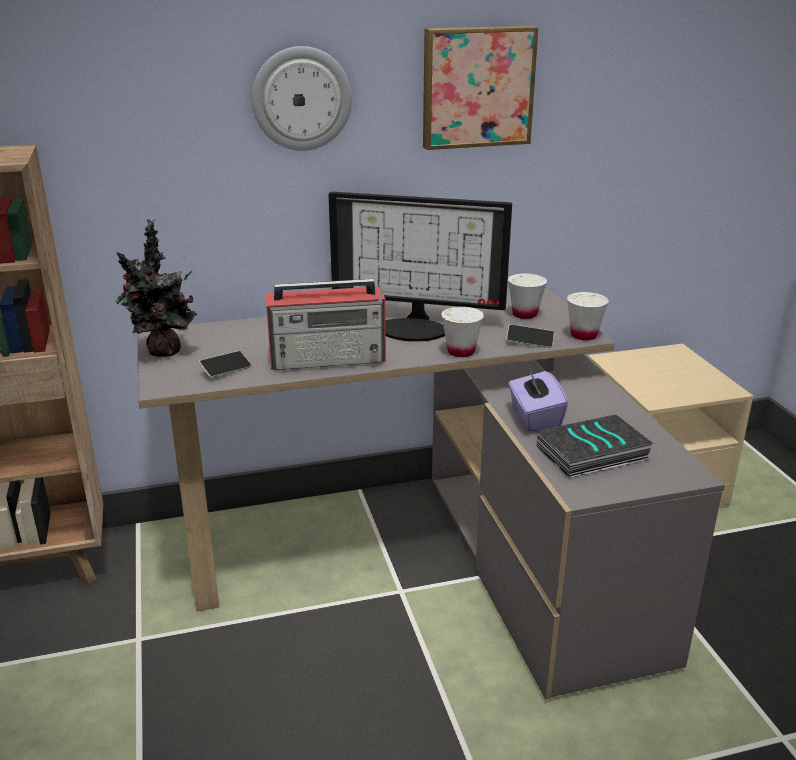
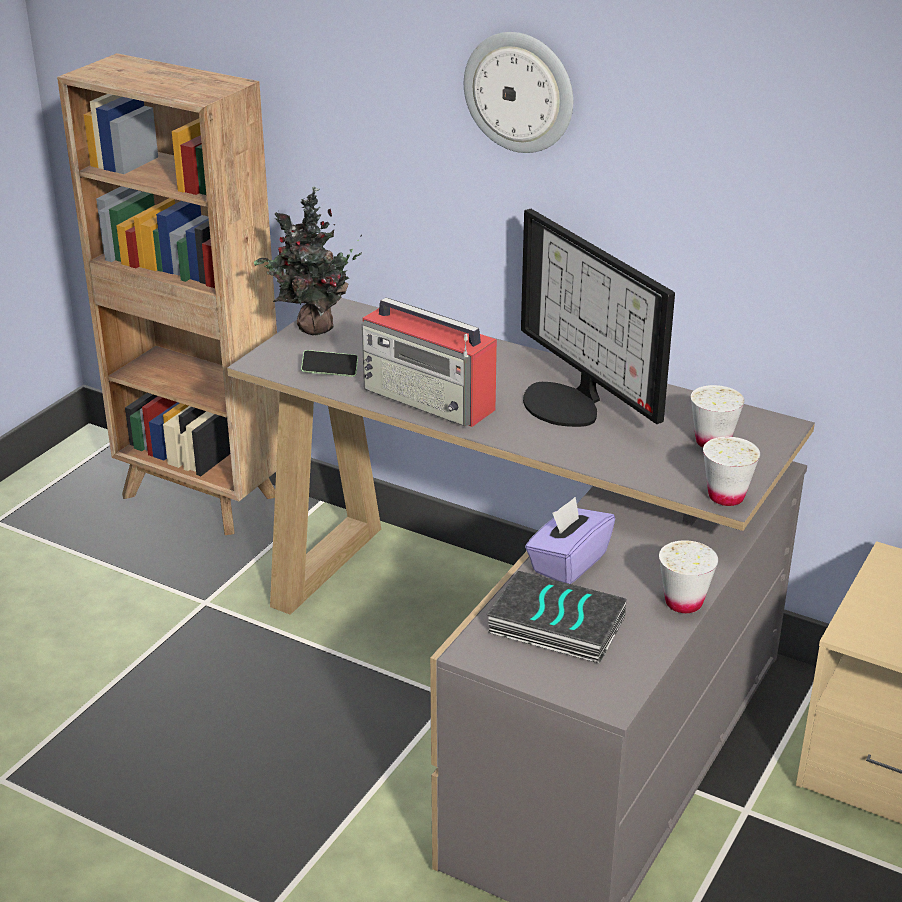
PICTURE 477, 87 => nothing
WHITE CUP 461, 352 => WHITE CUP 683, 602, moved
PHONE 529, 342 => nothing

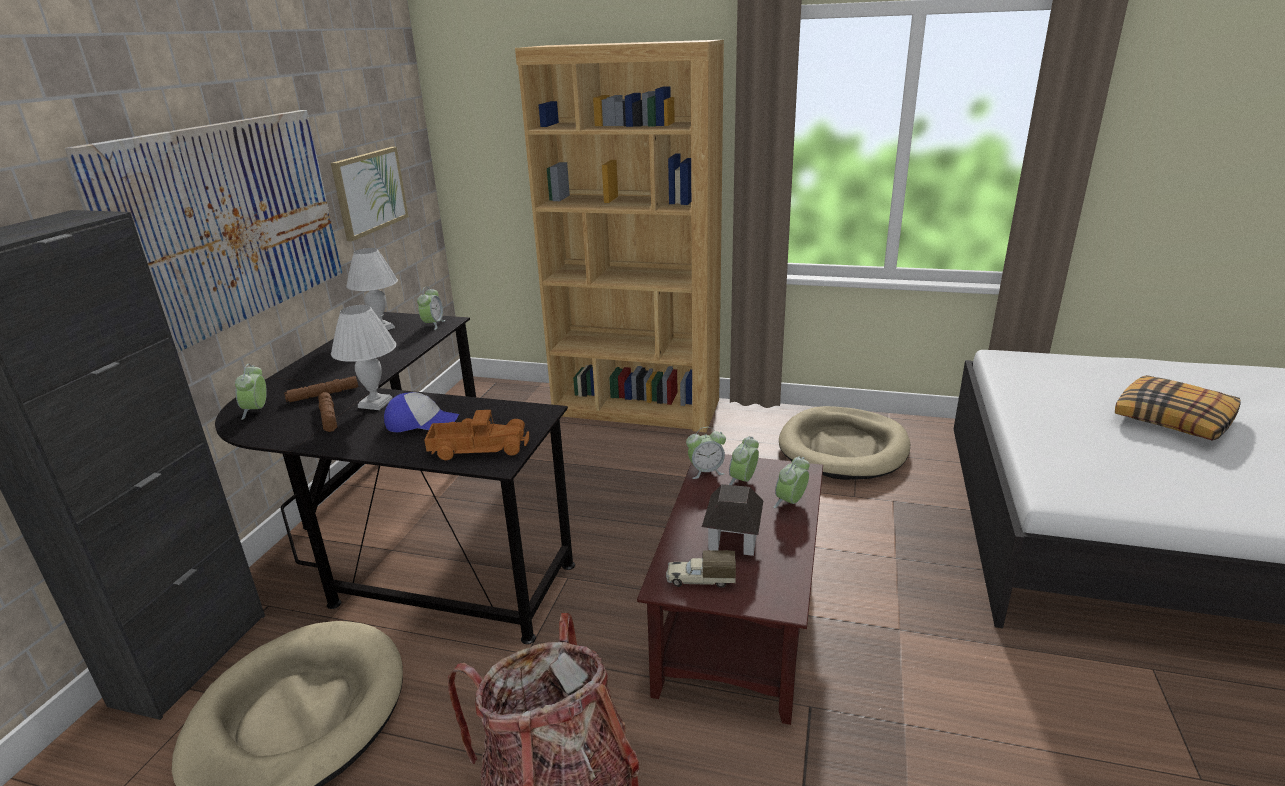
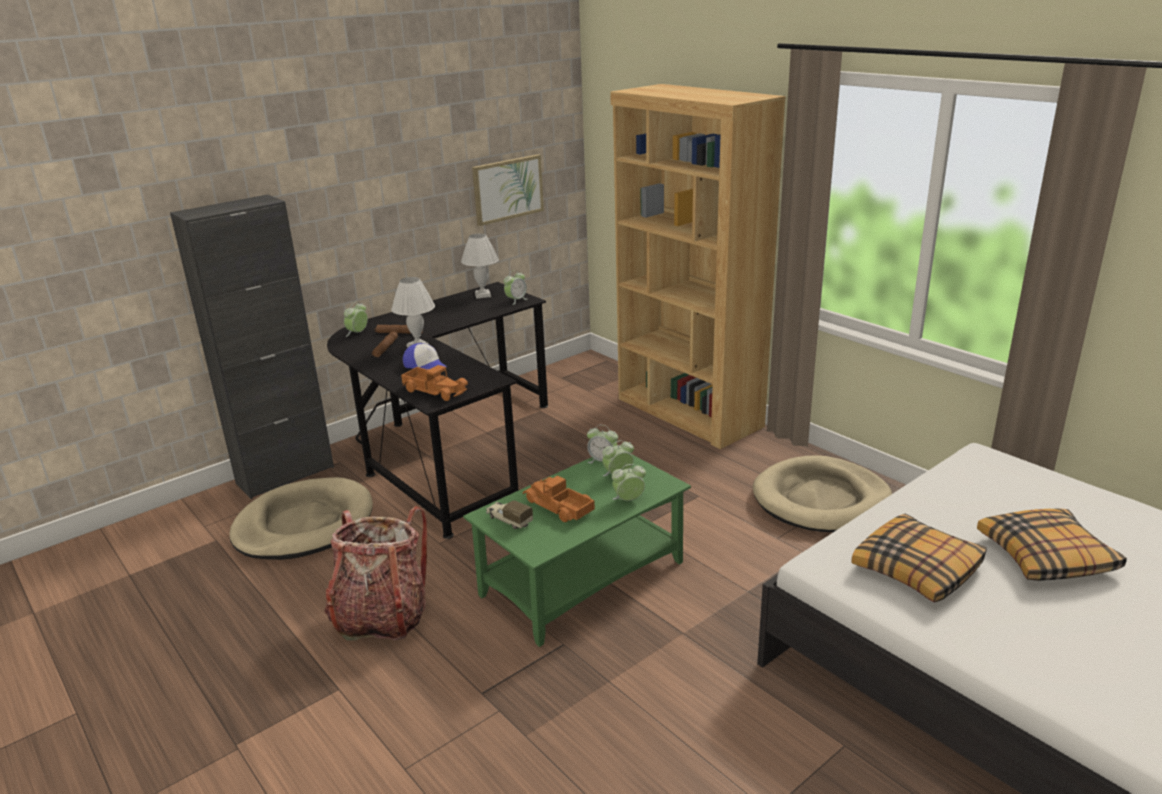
PICTURE 229, 223 => nothing
BROWN COFFEE TABLE 739, 620 => GREEN COFFEE TABLE 581, 580
TOY HOUSE 732, 540 => TOY TRUCK 558, 507
nothing => PILLOW 917, 569

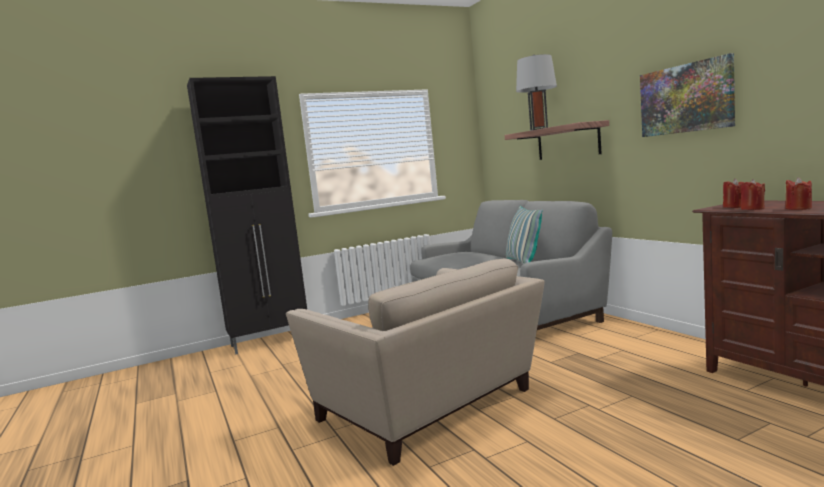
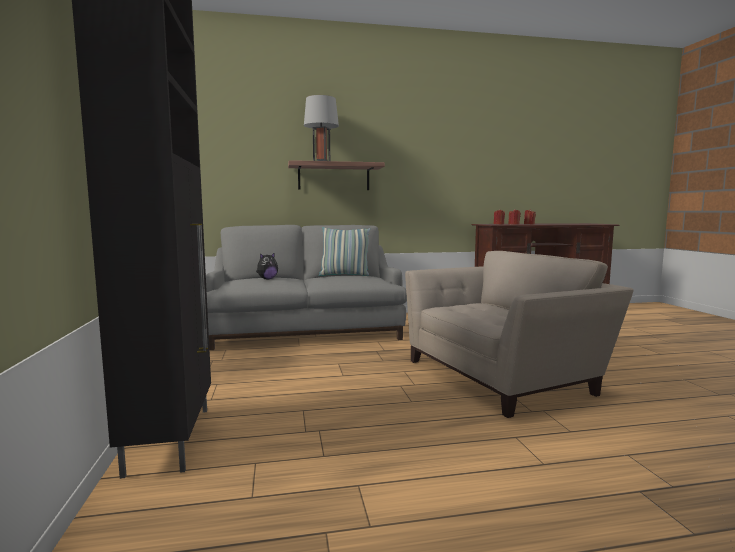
PICTURE 686, 98 => nothing
nothing => PLUSH TOY 267, 279

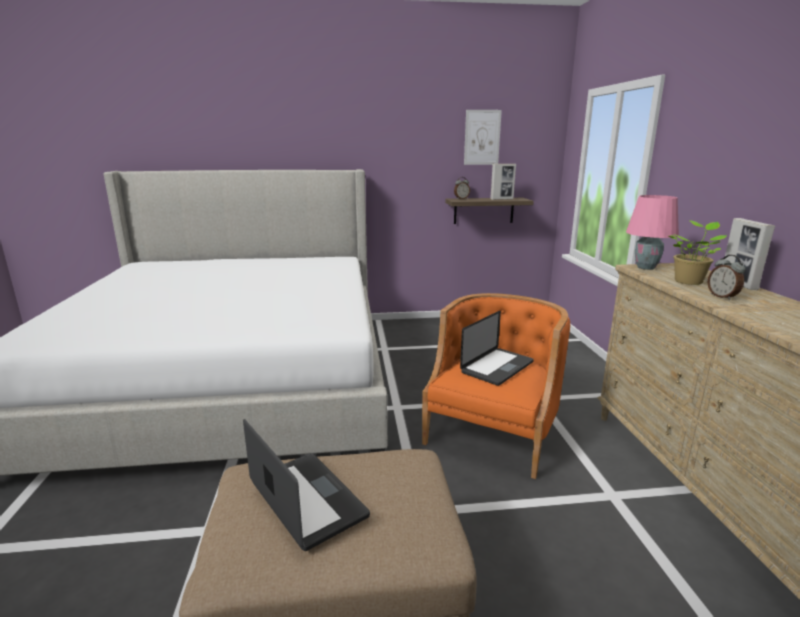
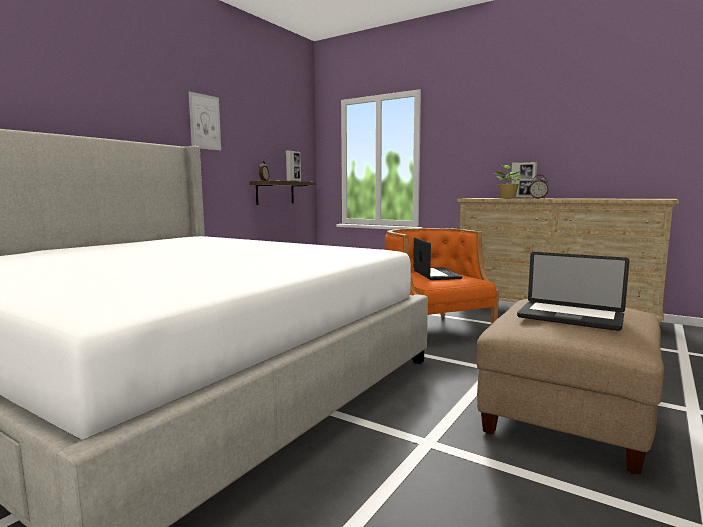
LAPTOP 307, 500 => LAPTOP 570, 317, 150 degrees counterclockwise
PICTURE 482, 137 => PICTURE 205, 122, moved
PINK TABLE LAMP 646, 267 => nothing

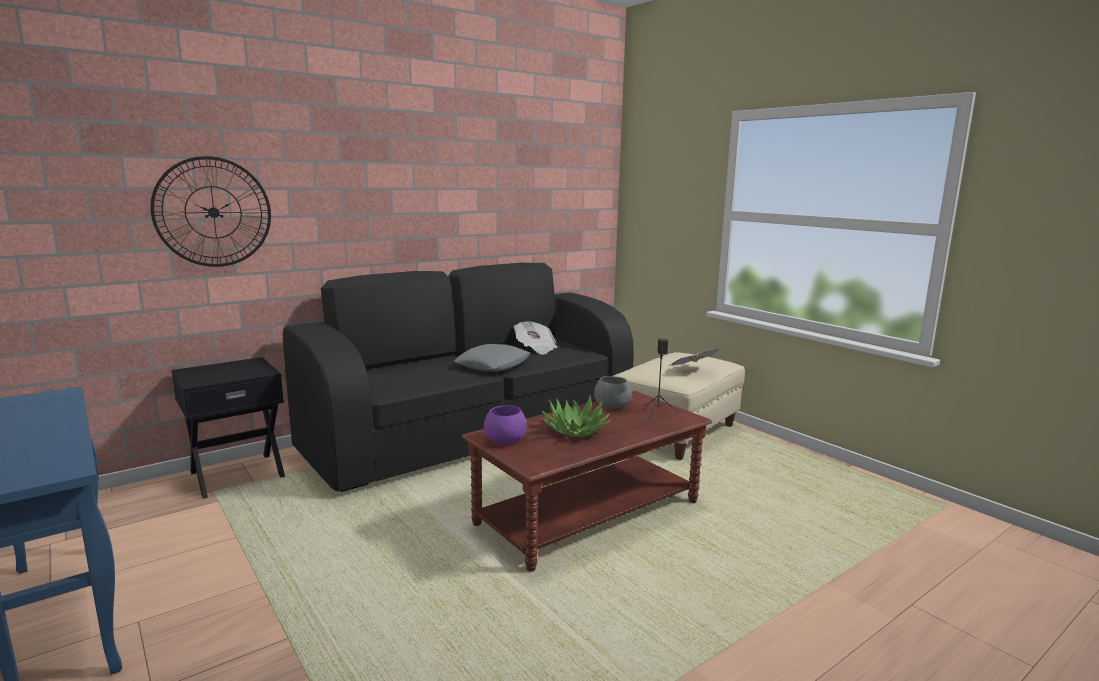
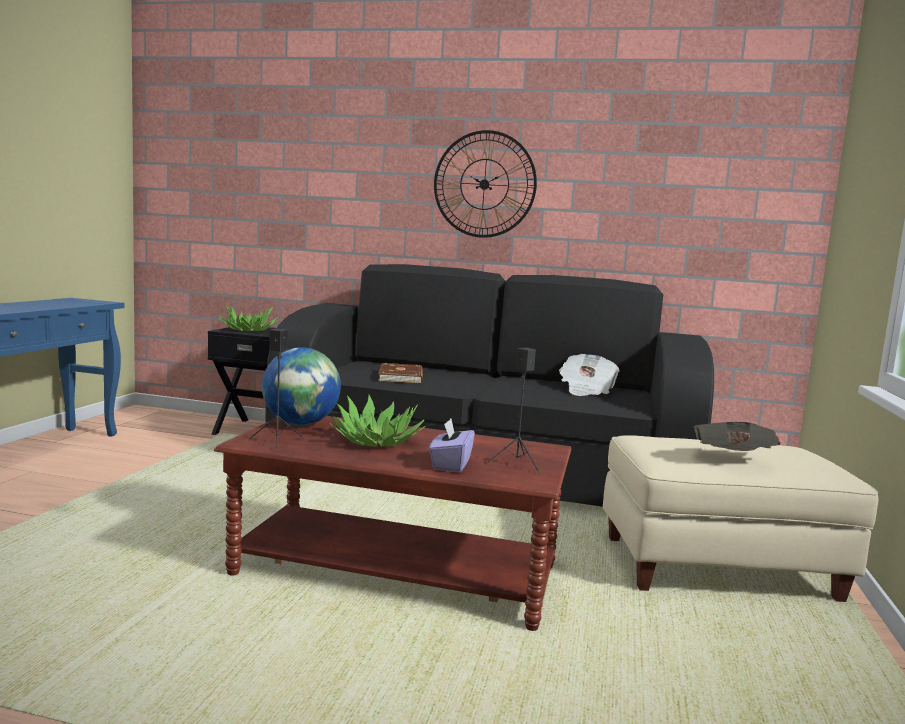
WALL CLOCK 213, 212 => WALL CLOCK 484, 184, moved
GREY PILLOW 493, 365 => nothing
PURPLE BOWL 506, 439 => GLOBE 300, 424
GREY BOWL 611, 405 => nothing
nothing => POTTED PLANT 248, 330
nothing => BLACK SPEAKER 277, 442
nothing => BROWN BOOK 402, 377
nothing => PURPLE TISSUE BOX 450, 465

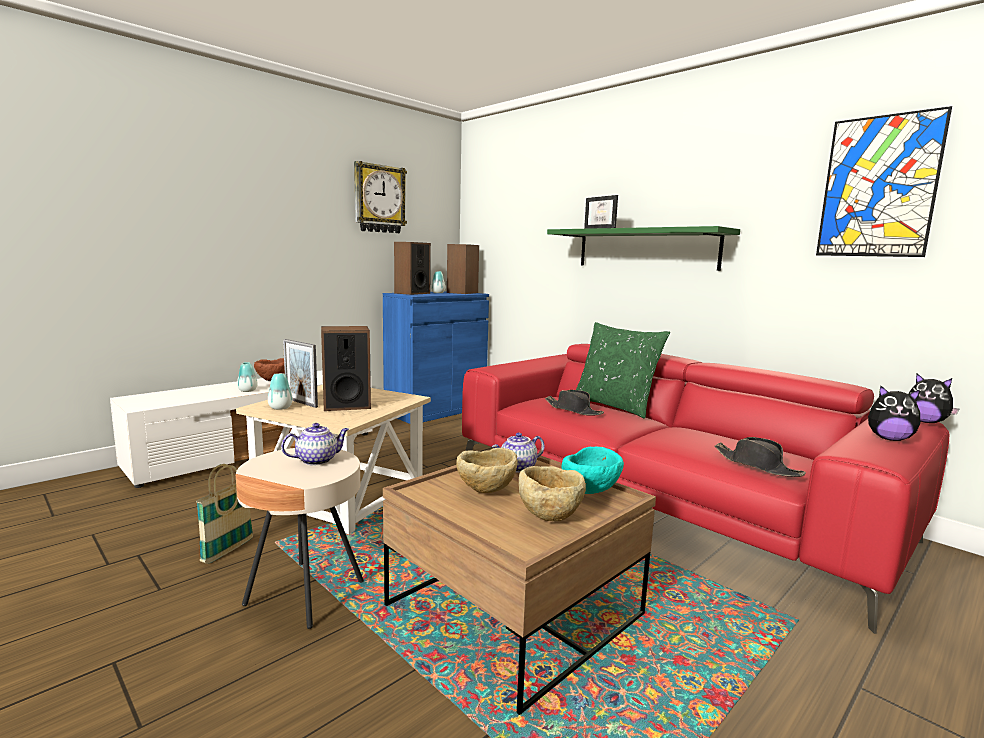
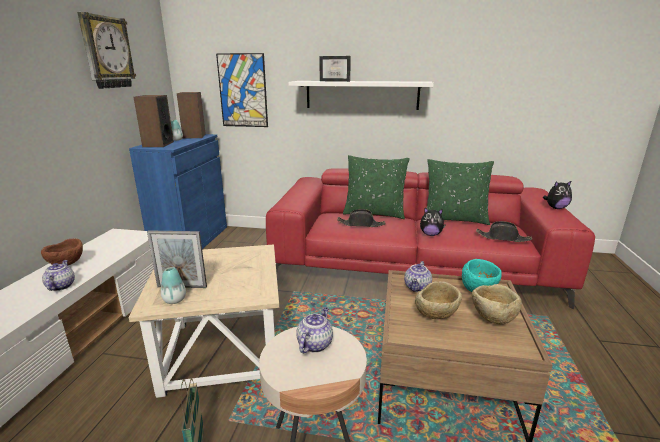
VASE 247, 390 => TEAPOT 61, 286
SPEAKER 346, 405 => nothing
GREEN SHELF 645, 249 => WHITE SHELF 362, 95
PICTURE 878, 187 => PICTURE 243, 91, moved
PLUSH TOY 926, 422 => PLUSH TOY 430, 234, moved
nothing => GREEN PILLOW 454, 219

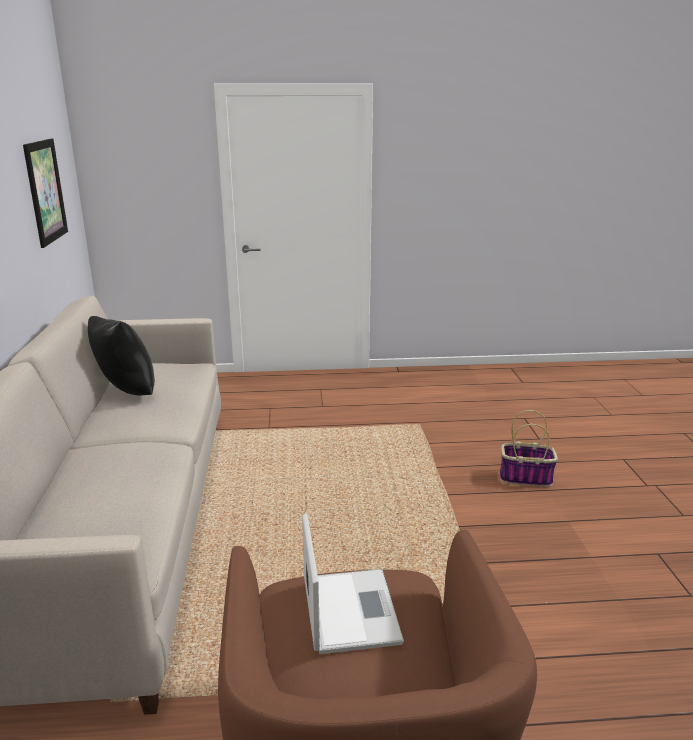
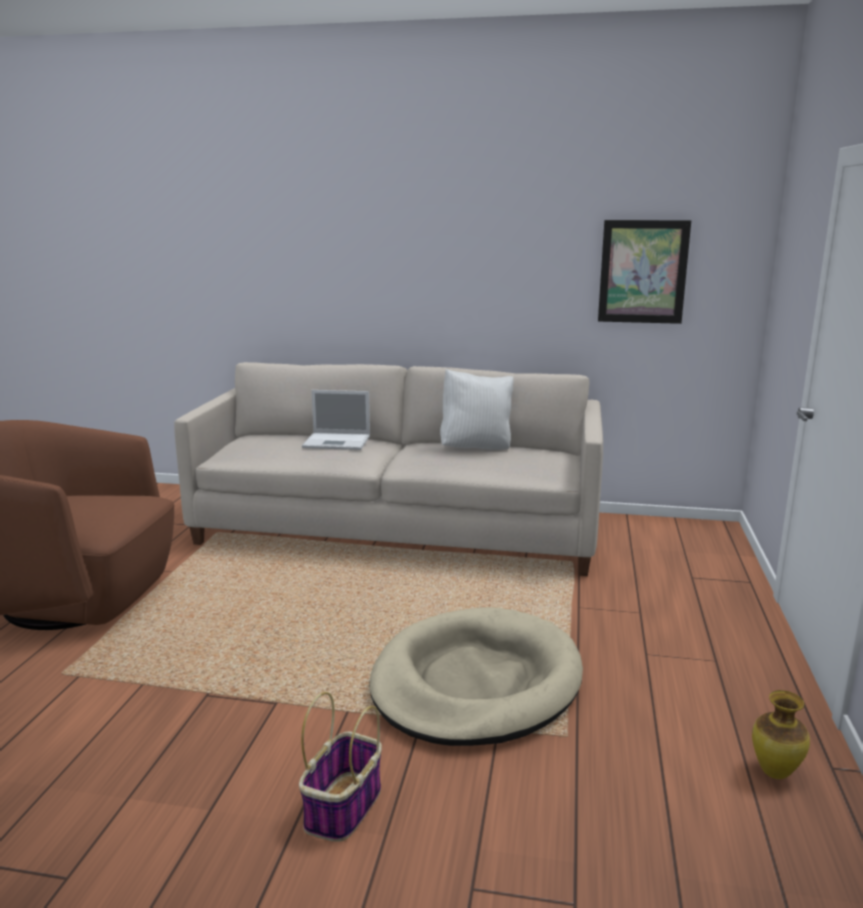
BLACK PILLOW 125, 393 => WHITE PILLOW 476, 448
LAPTOP 349, 609 => LAPTOP 338, 442, moved
nothing => BEIGE DOG BED 476, 683
nothing => VASE 775, 773

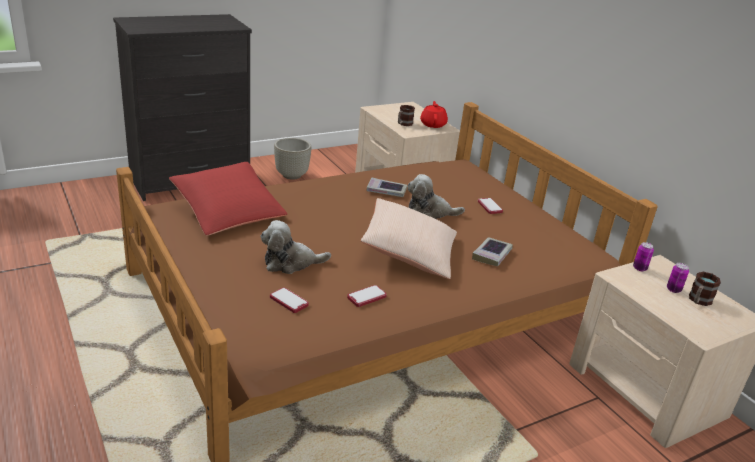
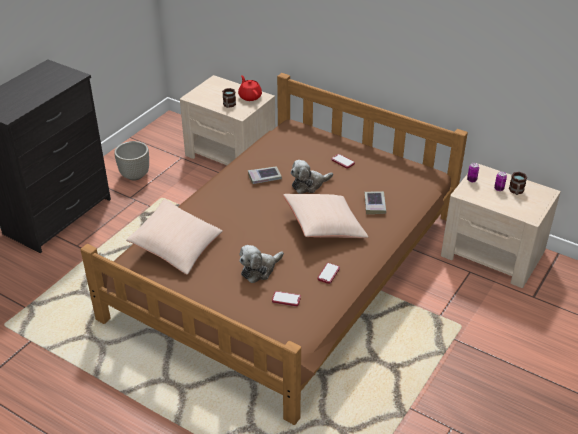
RED PILLOW 228, 212 => BEIGE PILLOW 176, 246

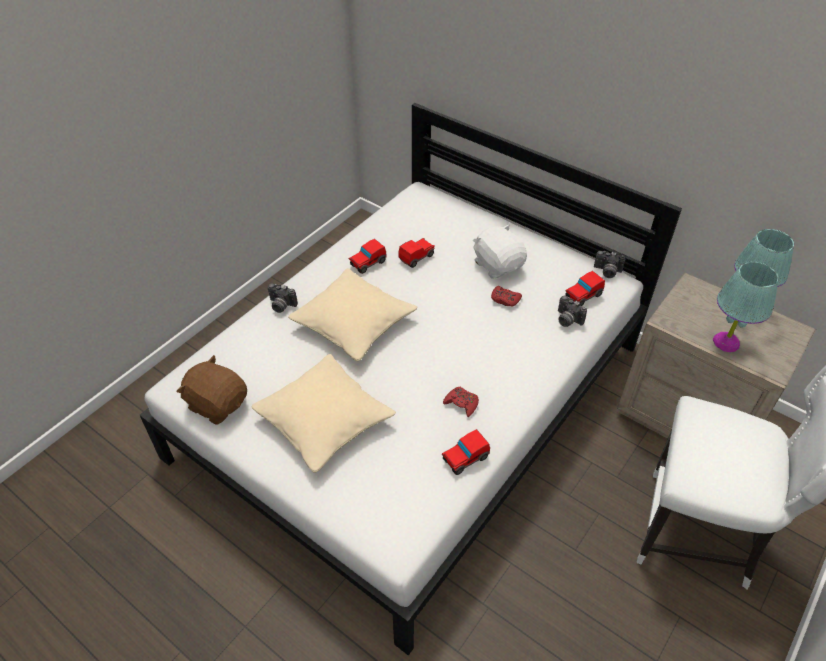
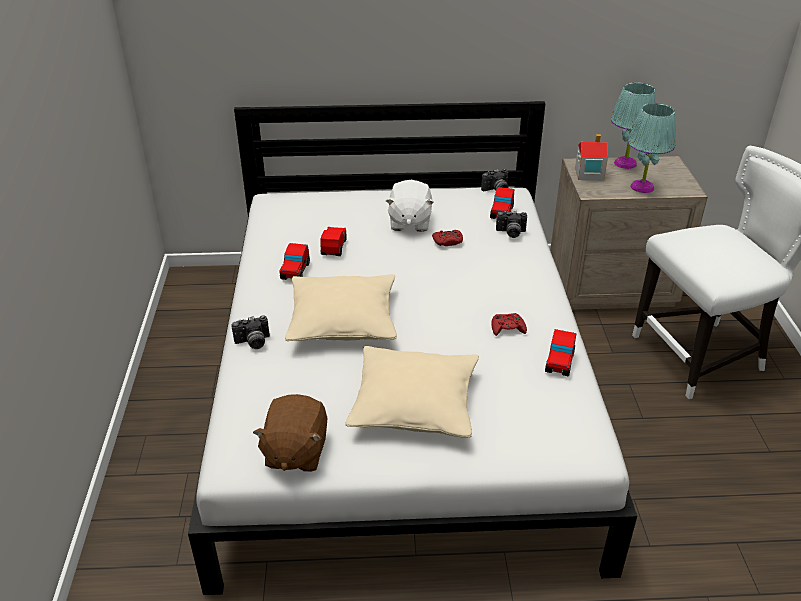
BROWN PLUSH TOY 218, 404 => BROWN PLUSH TOY 295, 452, 75 degrees counterclockwise
WHITE PLUSH TOY 498, 265 => WHITE PLUSH TOY 409, 222, 105 degrees counterclockwise
nothing => TOY HOUSE 588, 174

